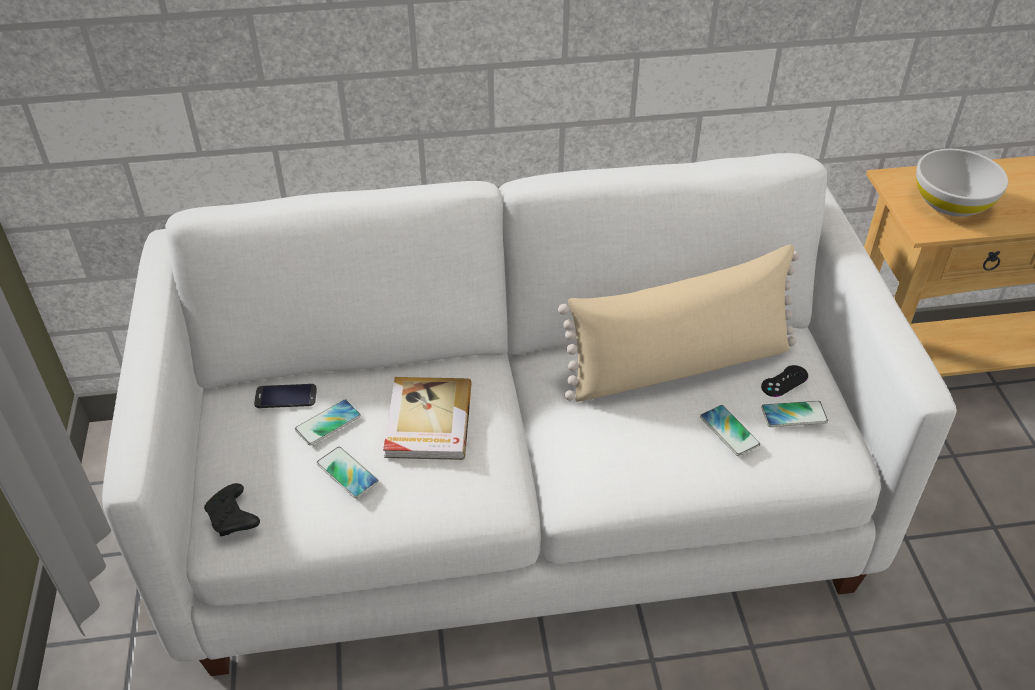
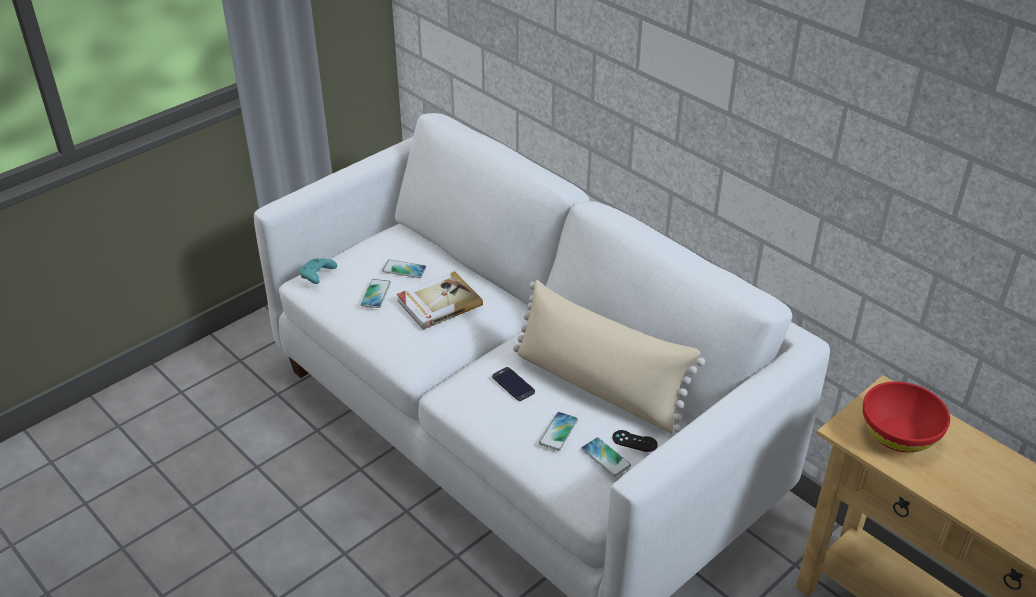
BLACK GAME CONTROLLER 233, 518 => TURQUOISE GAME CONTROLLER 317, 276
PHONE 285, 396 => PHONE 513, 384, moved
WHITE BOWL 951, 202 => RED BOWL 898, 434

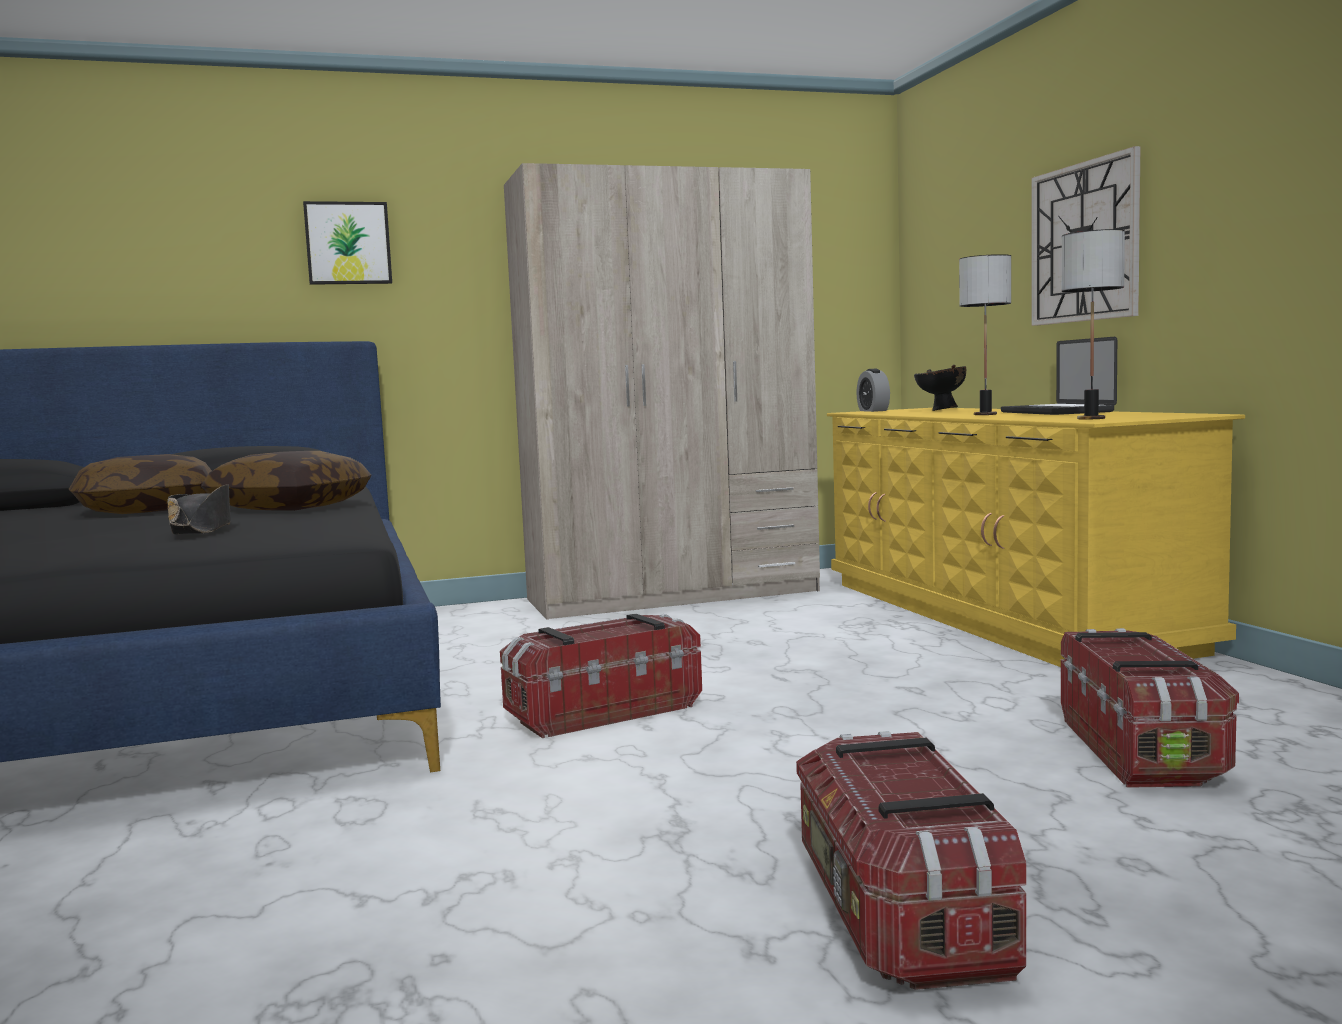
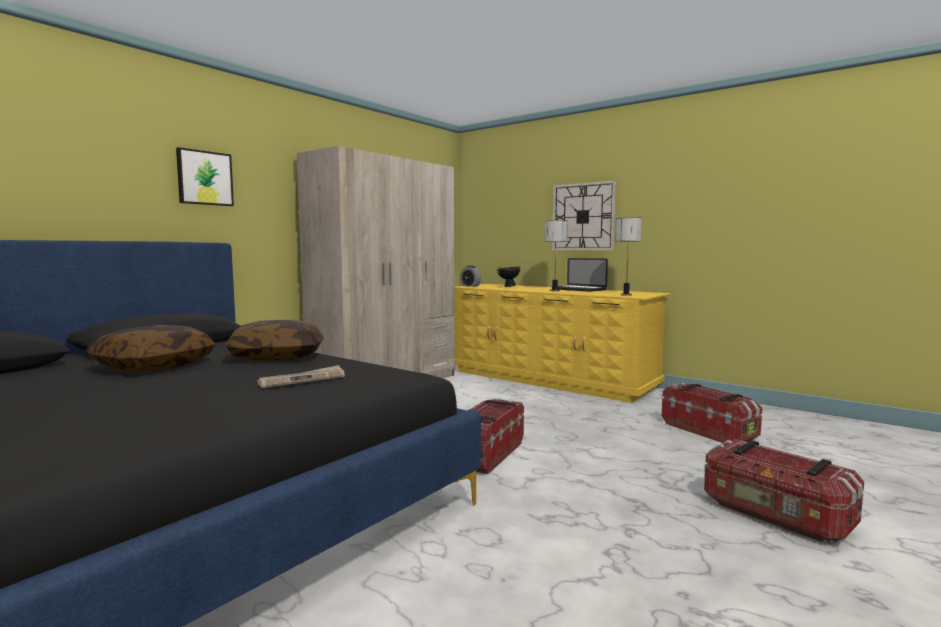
BLACK HAT 202, 530 => NEWSPAPER 302, 379

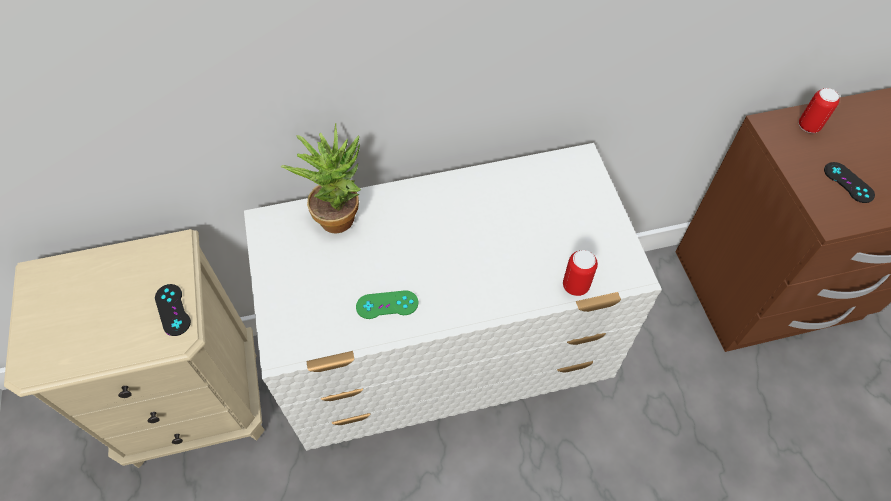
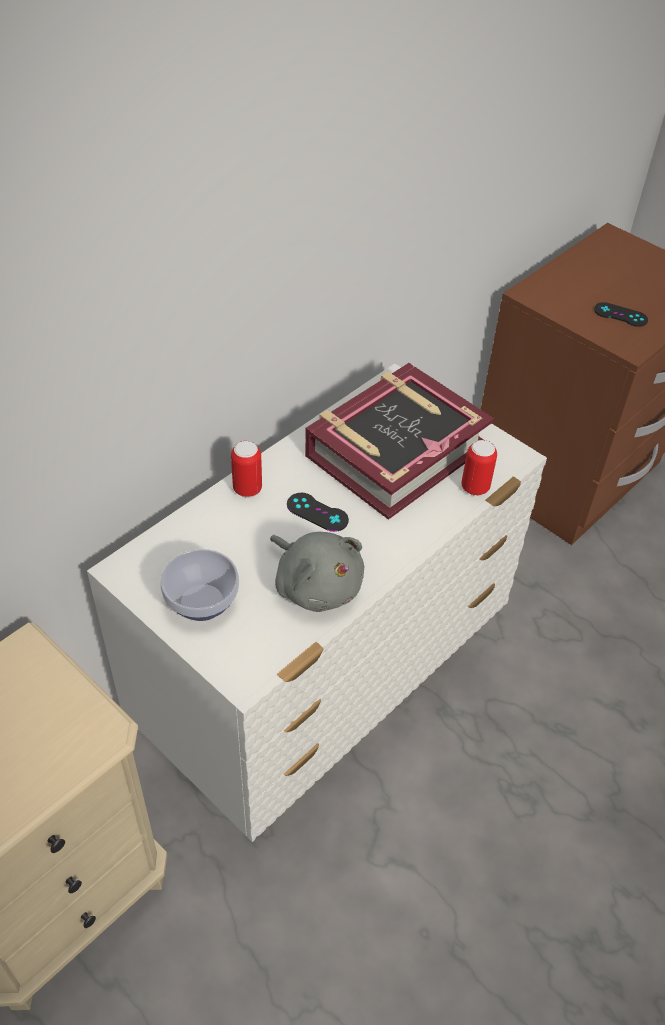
BLACK GAME CONTROLLER 173, 310 => BLACK GAME CONTROLLER 317, 512, moved
POTTED PLANT 339, 213 => nothing
GREEN GAME CONTROLLER 387, 305 => GREY PLUSH TOY 316, 585
CAN 808, 126 => CAN 247, 489, moved
nothing => BOWL 203, 604
nothing => BOOK 395, 450

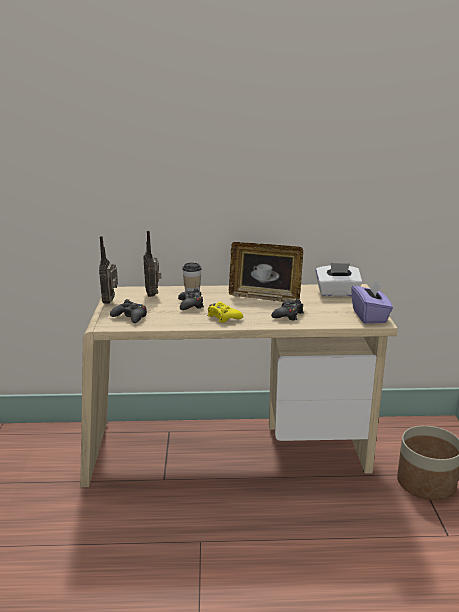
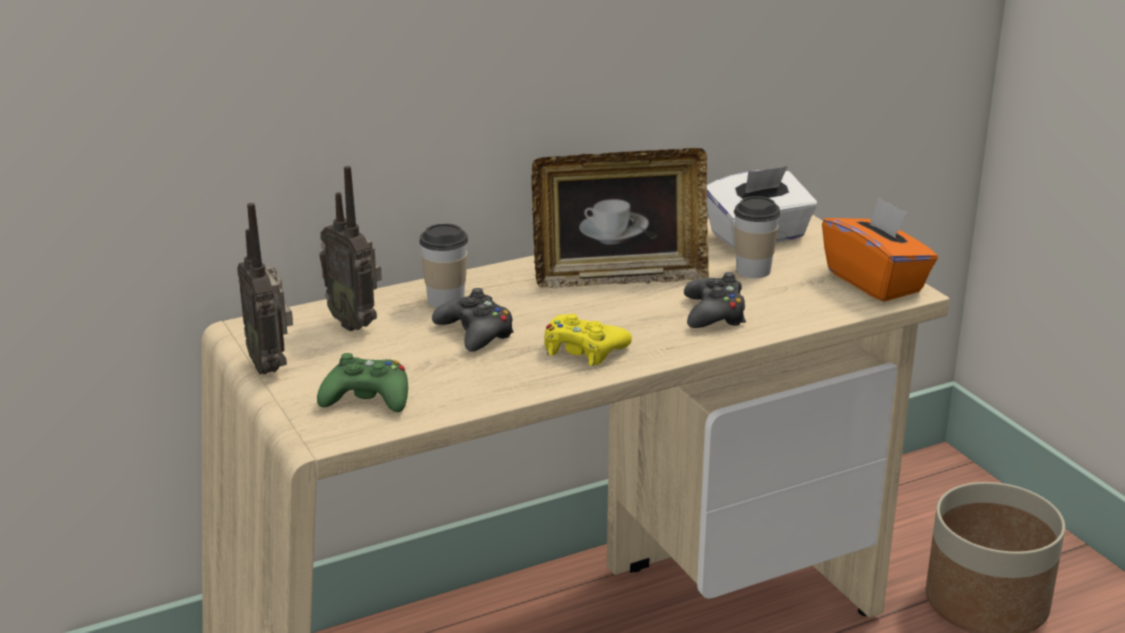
BLACK GAME CONTROLLER 130, 317 => GREEN GAME CONTROLLER 367, 398
PURPLE TISSUE BOX 370, 316 => ORANGE TISSUE BOX 875, 281
nothing => CUP 753, 270

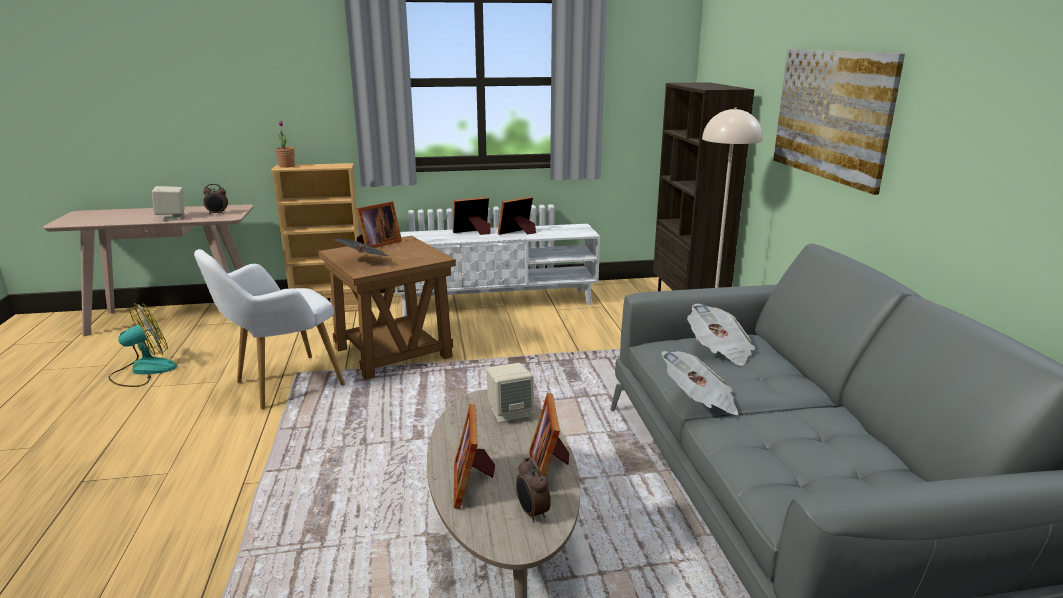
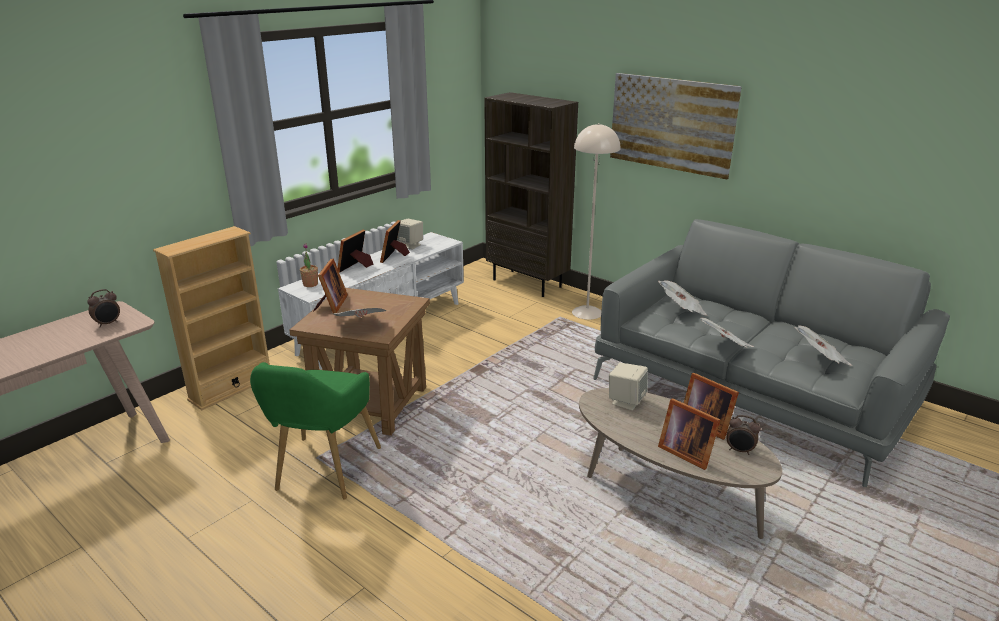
FAN 143, 371 => nothing
BEIGE SPEAKER 172, 218 => BEIGE SPEAKER 410, 245, moved
WHITE ARMCHAIR 281, 384 => GREEN ARMCHAIR 323, 473
POTTED PLANT 287, 166 => POTTED PLANT 310, 284, moved
nothing => NEWSPAPER 820, 359

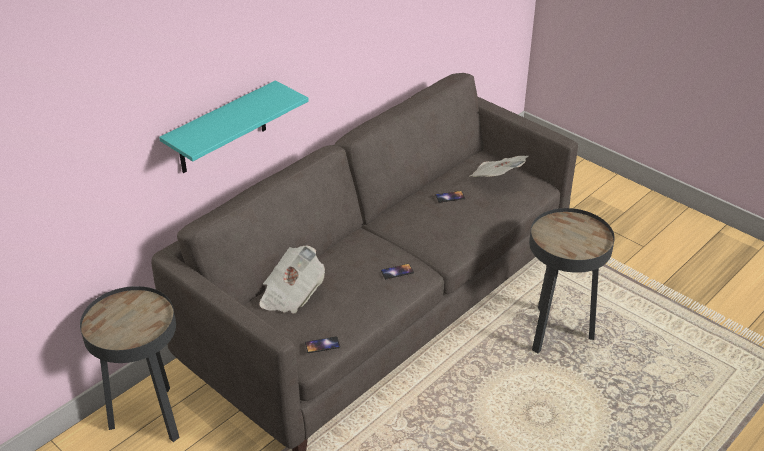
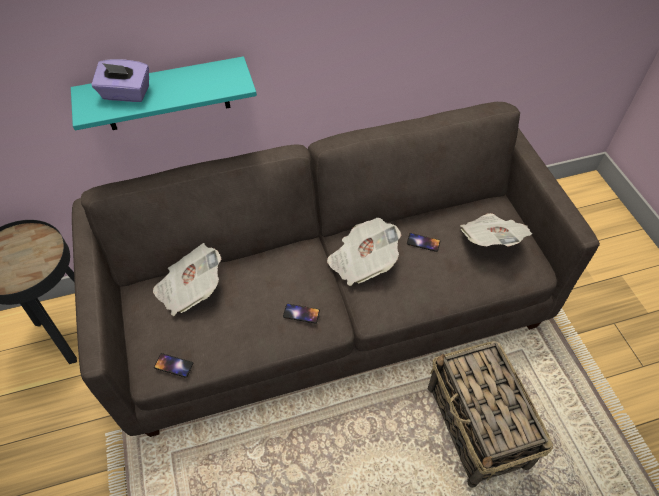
BLACK SIDE TABLE 557, 332 => BASKET 477, 427
nothing => PURPLE TISSUE BOX 126, 94
nothing => NEWSPAPER 362, 262

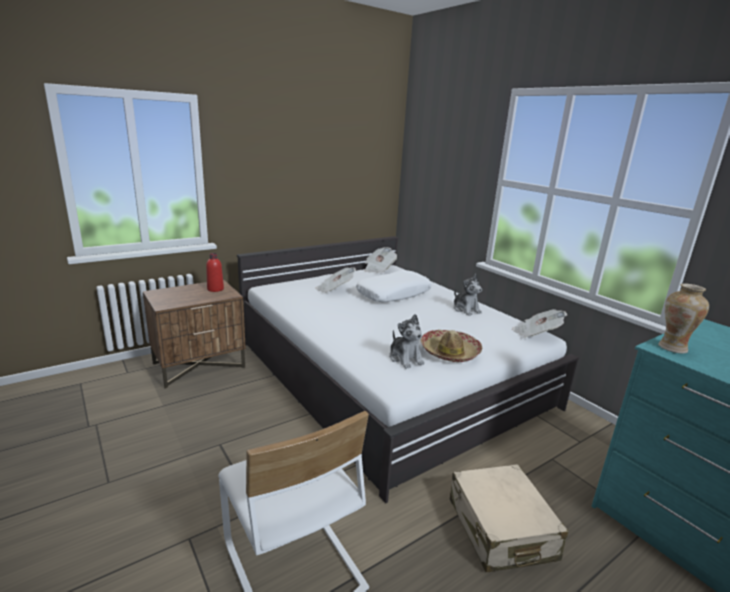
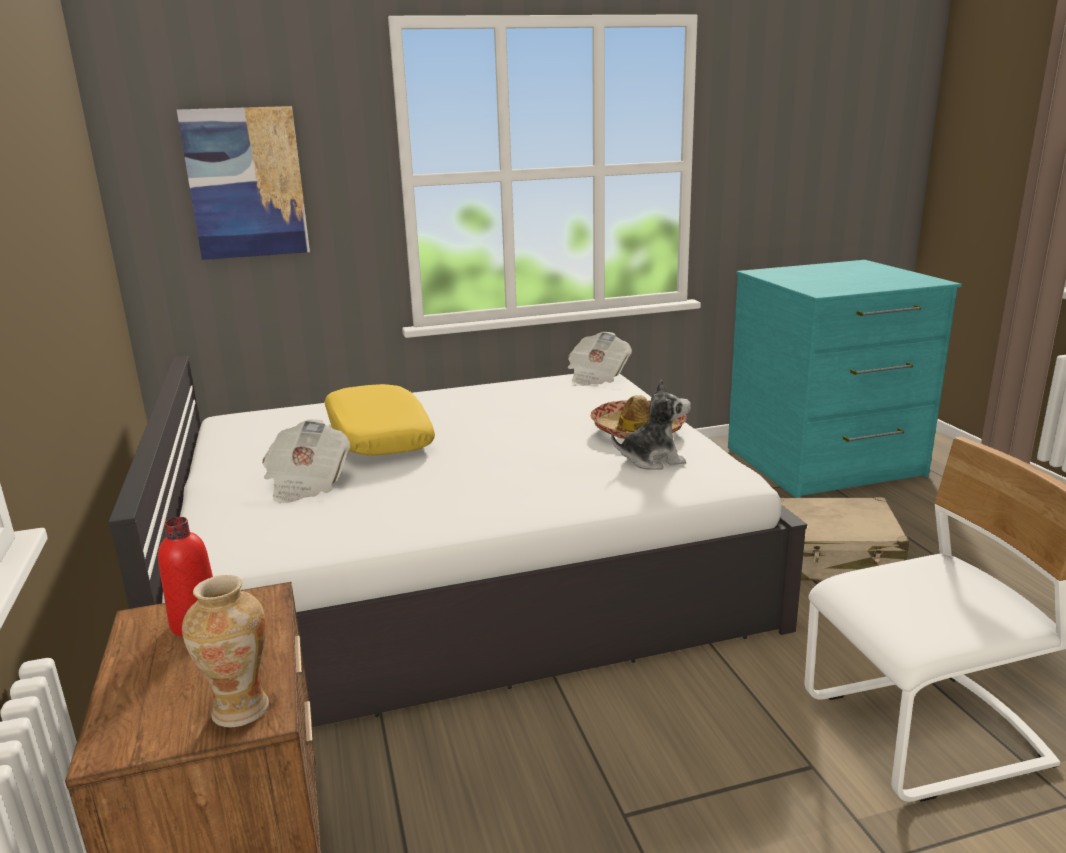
WHITE PILLOW 393, 294 => YELLOW PILLOW 377, 435
NEWSPAPER 378, 269 => nothing
PLUSH TOY 466, 309 => nothing
VASE 673, 347 => VASE 240, 708, moved
nothing => PICTURE 246, 183

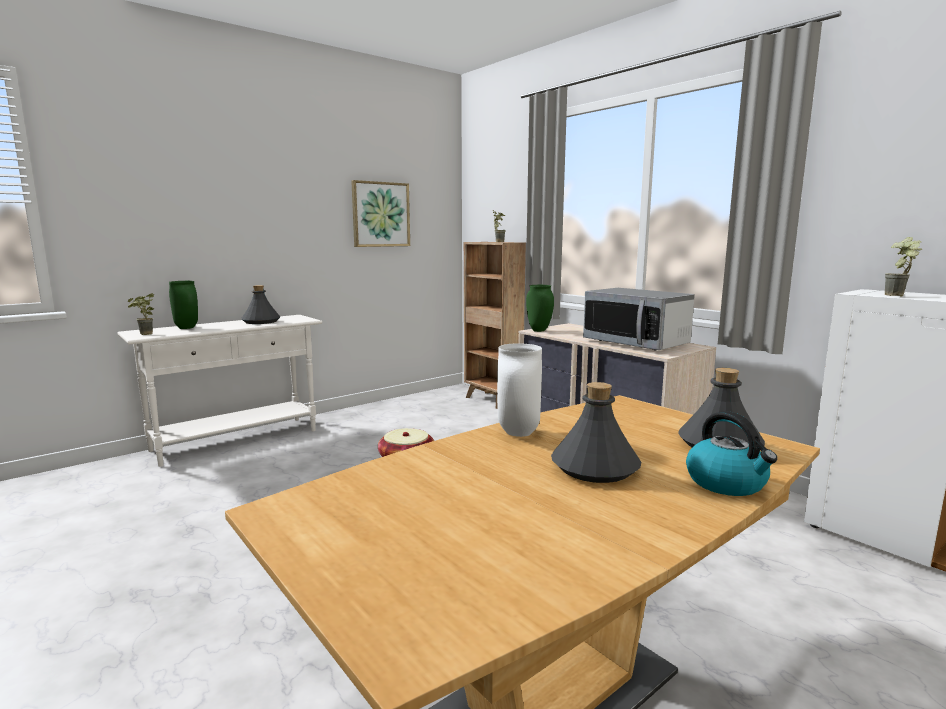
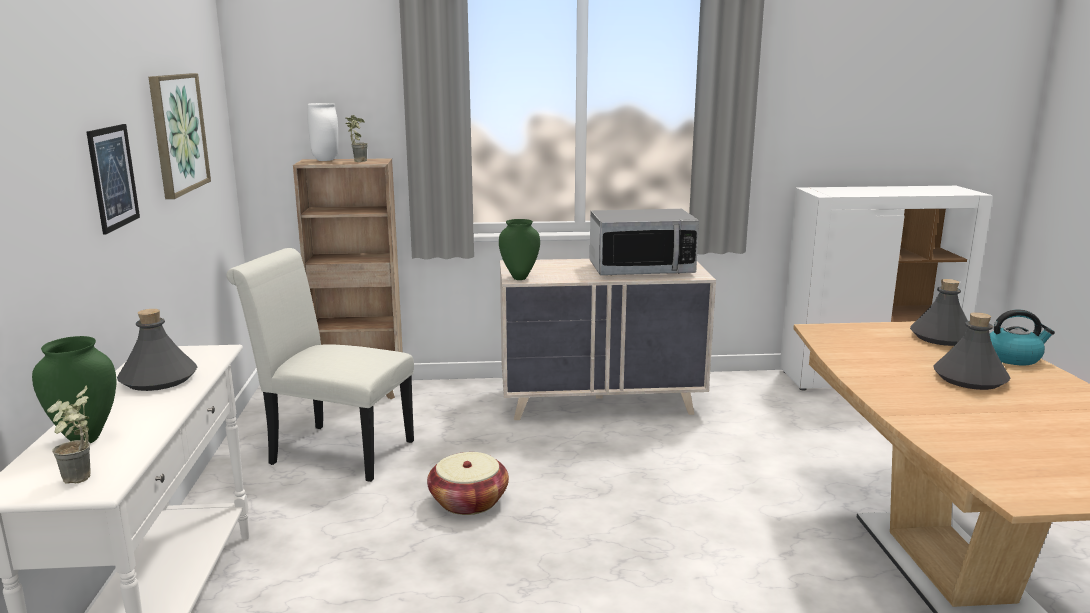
WHITE VASE 517, 433 => WHITE VASE 324, 160, moved
POTTED PLANT 899, 296 => nothing
nothing => PICTURE 113, 177
nothing => WHITE CHAIR 333, 451

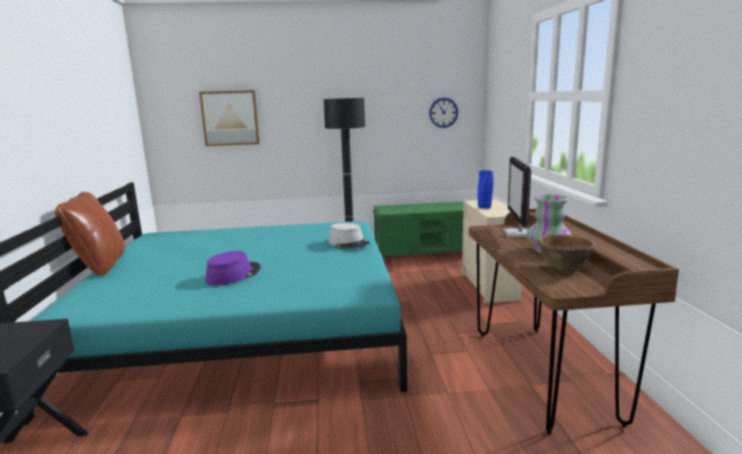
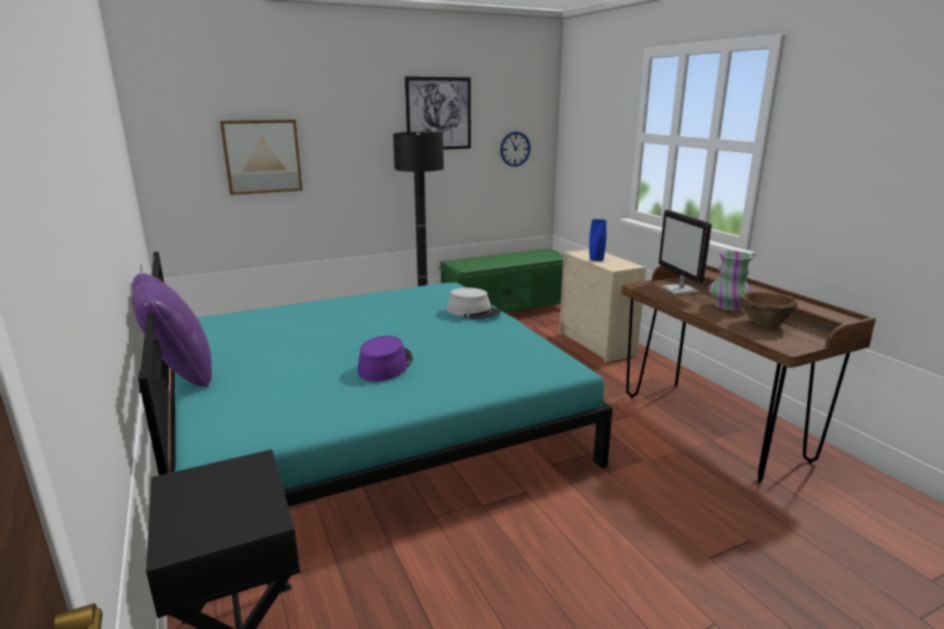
BROWN PILLOW 99, 266 => PURPLE PILLOW 180, 374
nothing => PICTURE 438, 114

